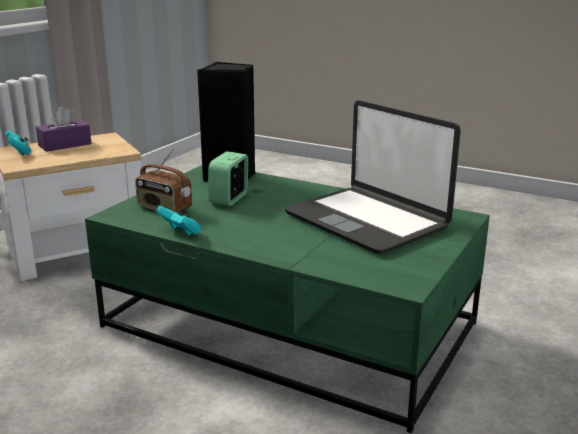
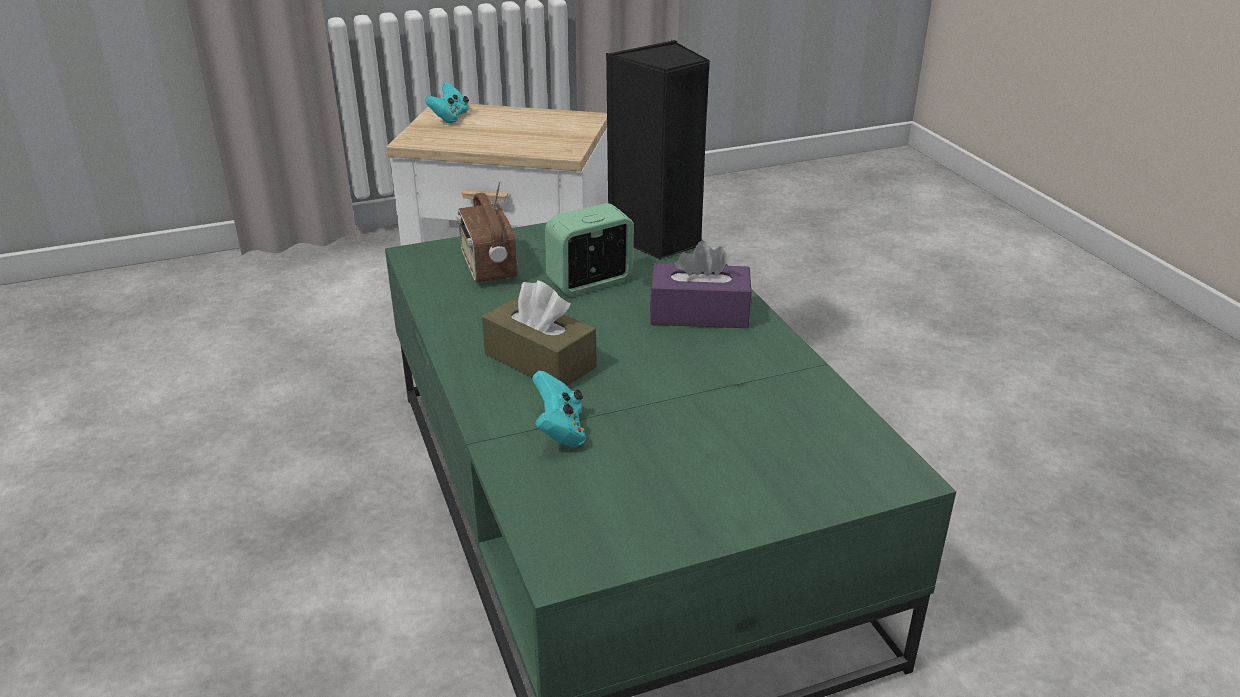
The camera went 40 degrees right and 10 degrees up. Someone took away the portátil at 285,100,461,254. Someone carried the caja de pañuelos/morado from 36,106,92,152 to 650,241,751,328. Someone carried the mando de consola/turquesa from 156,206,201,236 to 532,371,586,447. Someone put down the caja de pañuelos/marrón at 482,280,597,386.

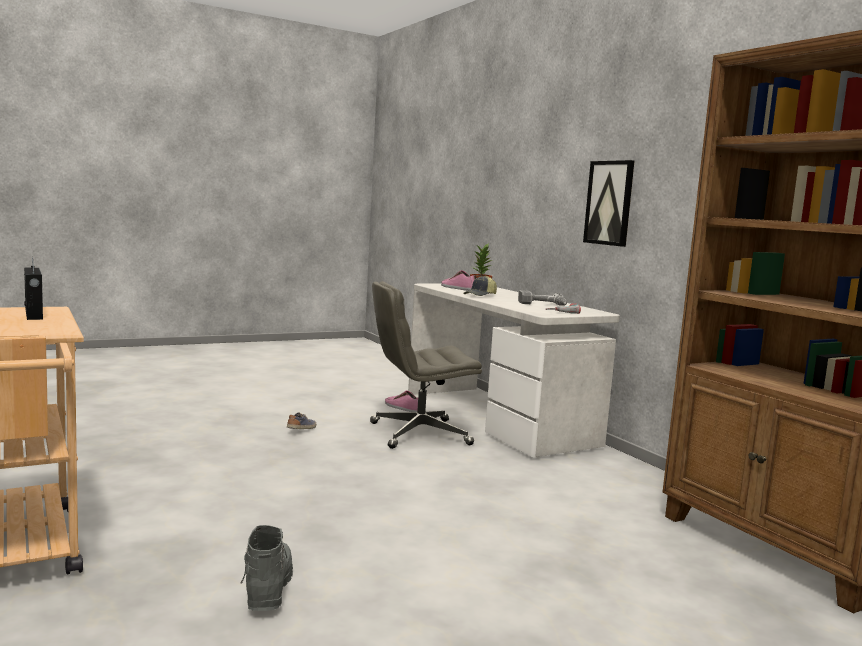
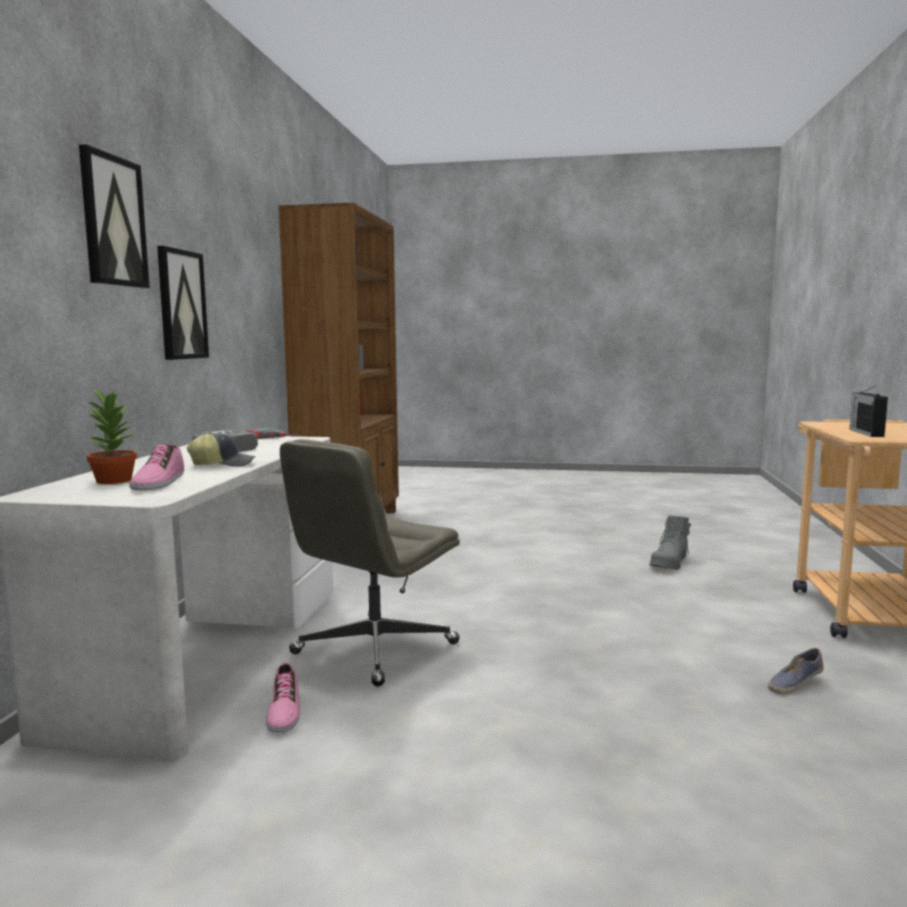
The camera went 140 degrees left and 0 degrees up. Someone rotated the silla de oficina/gris at 370,281,482,449 by 105 degrees clockwise. Someone carried the zapato from 287,412,316,429 to 768,648,824,695. Someone put up the cuadro at 79,144,150,288.

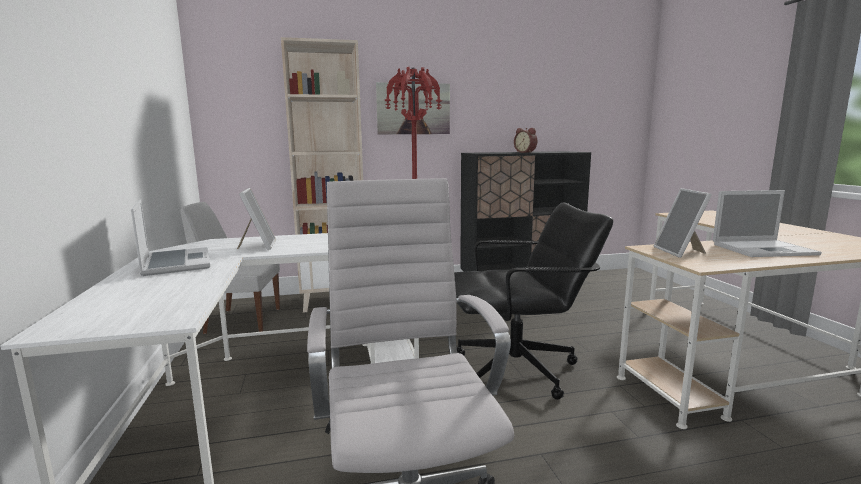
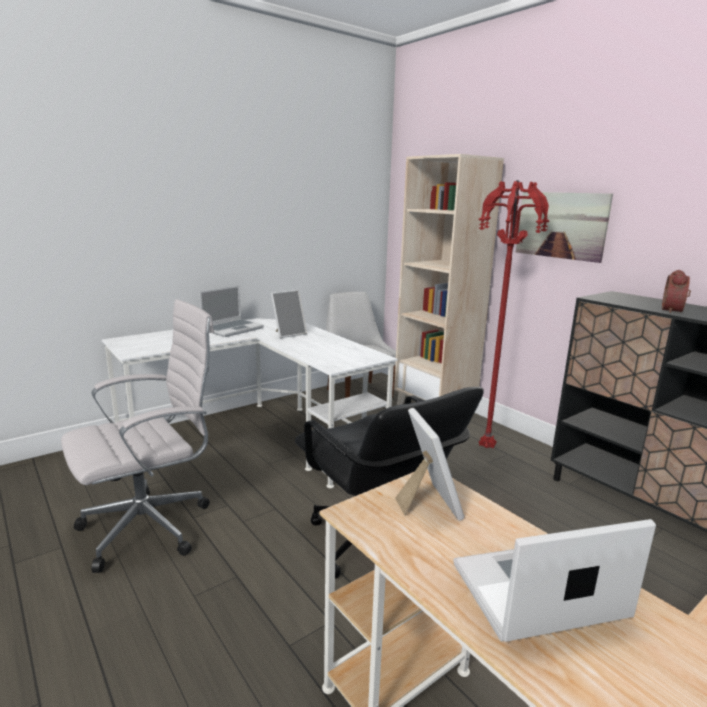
The camera went 65 degrees right and 5 degrees up. Someone rotated the portarretratos at 654,188,712,258 by 105 degrees clockwise. Someone rotated the portátil at 713,190,822,257 by 105 degrees clockwise.

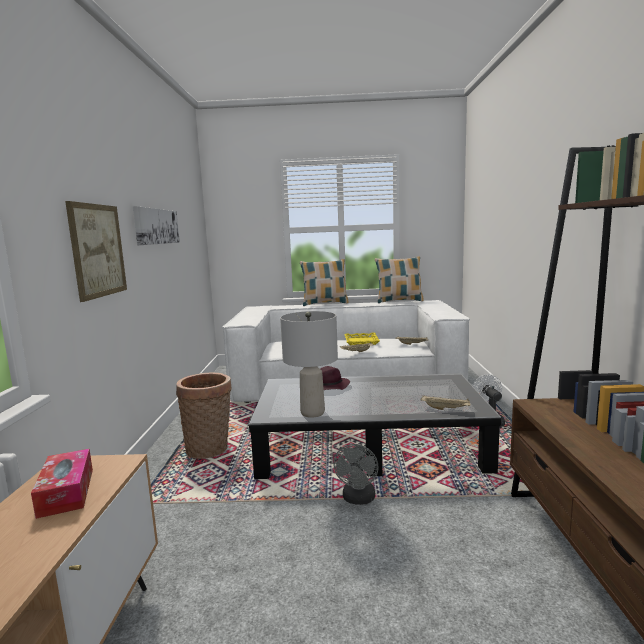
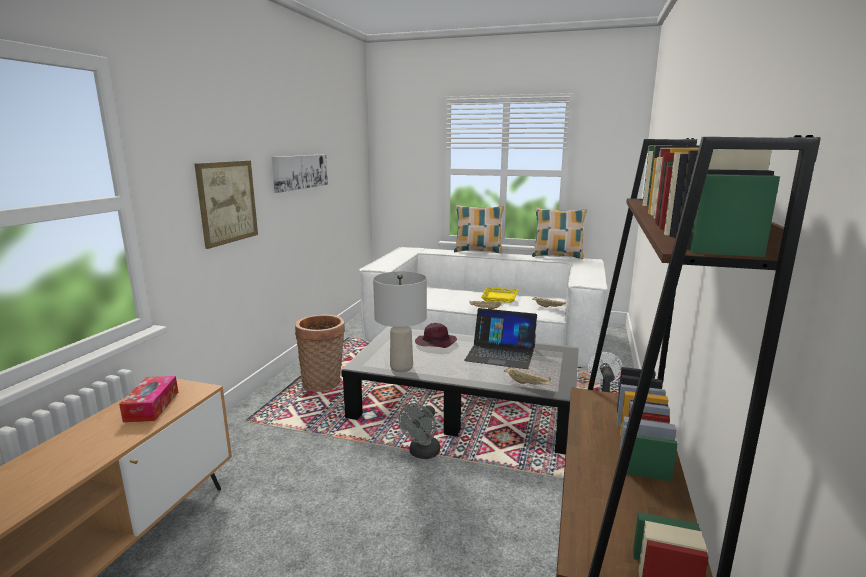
The camera went 15 degrees right and 5 degrees up. Someone put down the portátil at 464,308,537,369.

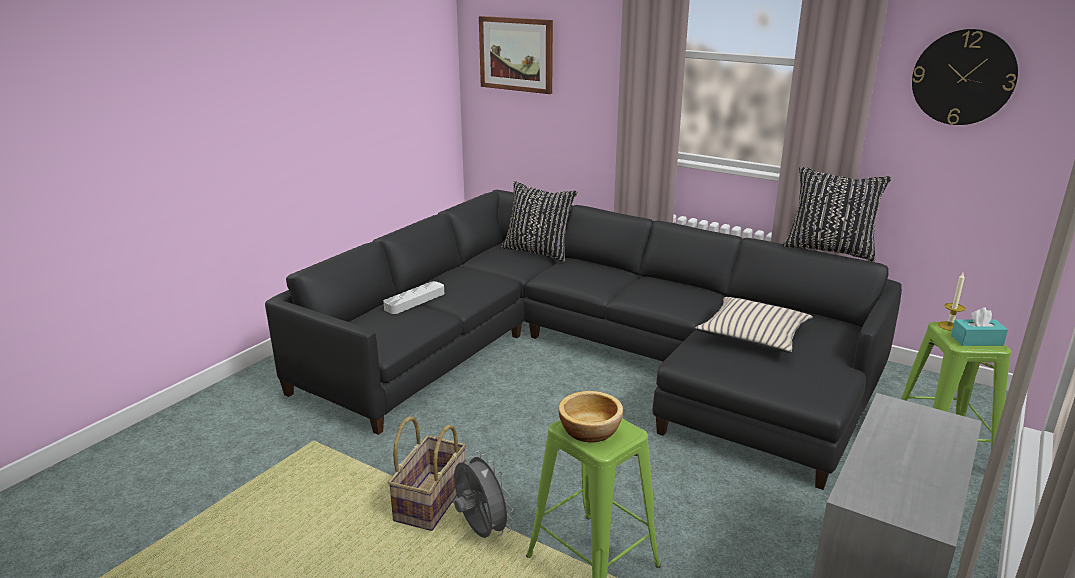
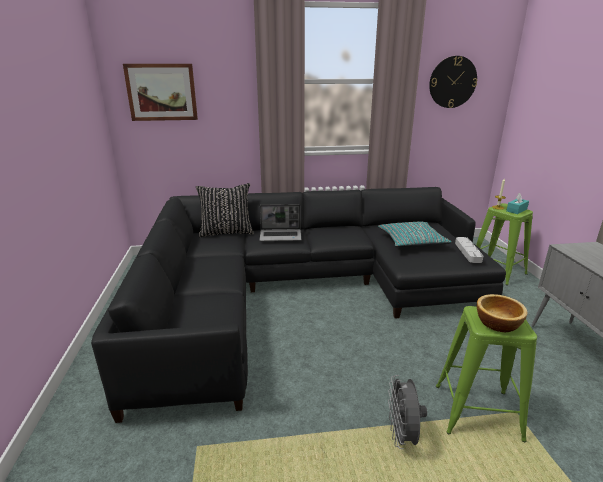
The camera went 40 degrees left and 0 degrees up. Someone took away the cojín/negro at 783,167,892,262. Someone carried the bandeja/gris from 383,281,444,314 to 455,237,483,263. Someone repainted the cojín/beis at 695,297,813,353, which became the cojín/turquesa at 378,221,452,247. Someone took away the cesta at 388,417,466,531. Someone rotated the ventilador/gris at 454,451,514,538 by 105 degrees counterclockwise. Someone put down the portátil at 259,204,302,241.

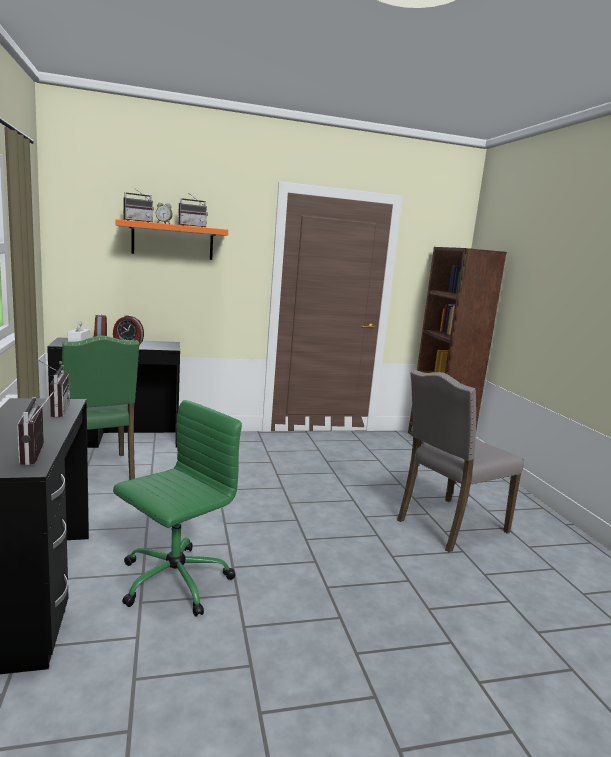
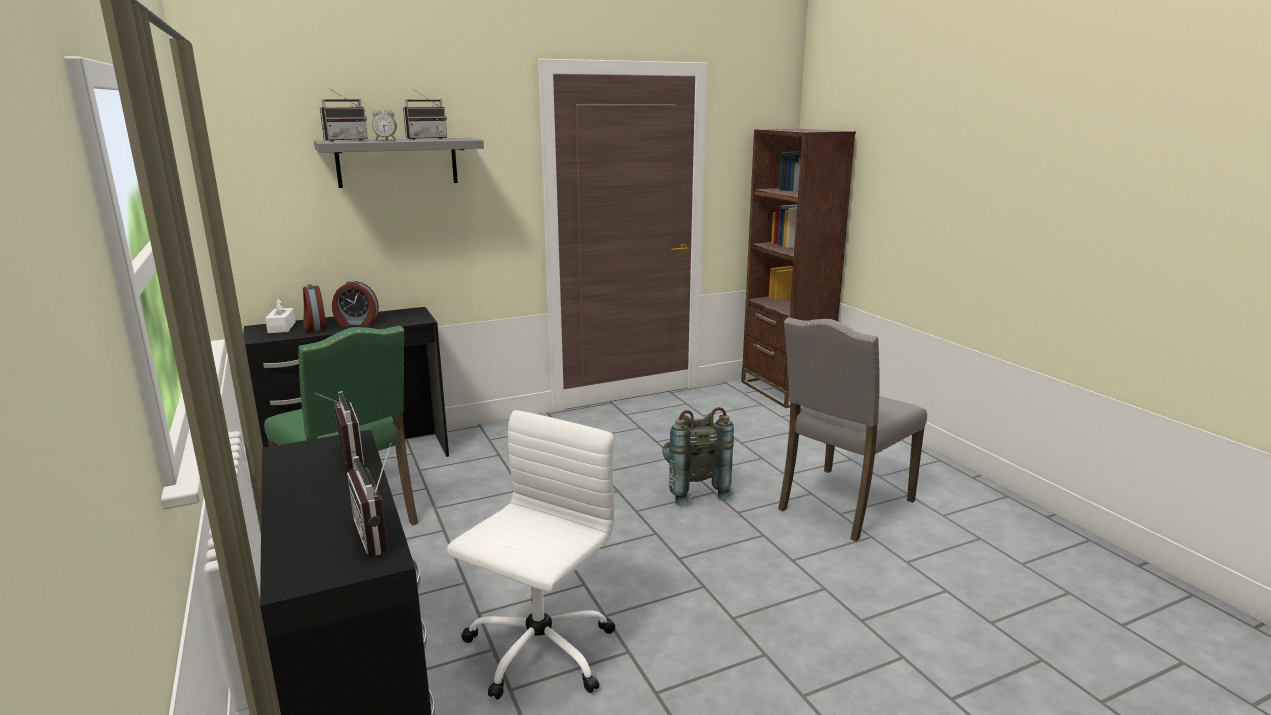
The camera went 10 degrees left and 5 degrees up. Someone repainted the estante/naranja at 115,219,228,260, which became the estante/gris at 314,138,484,188. Someone repainted the silla de oficina/verde at 113,400,242,617, which became the silla de oficina/blanco at 447,410,616,700. Someone put down the mochila/gris at 662,407,735,506.

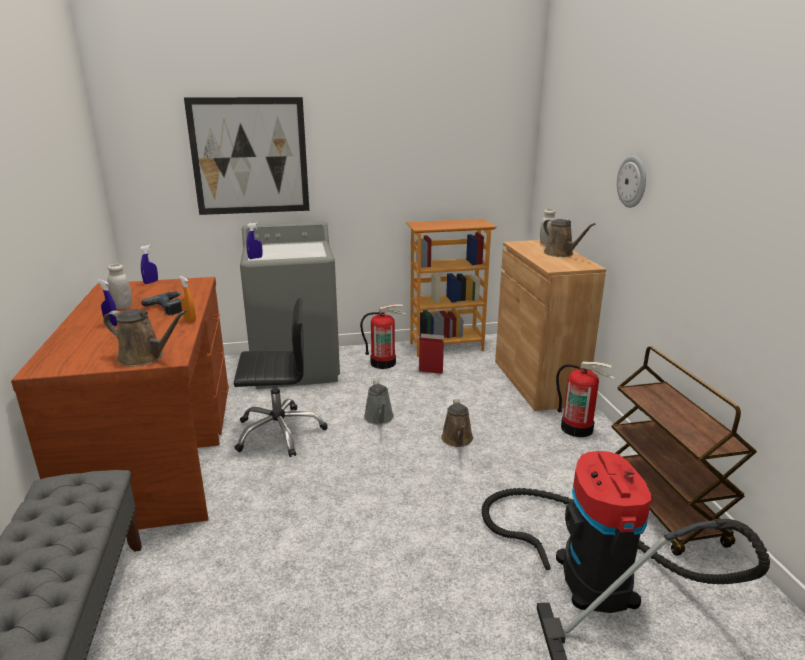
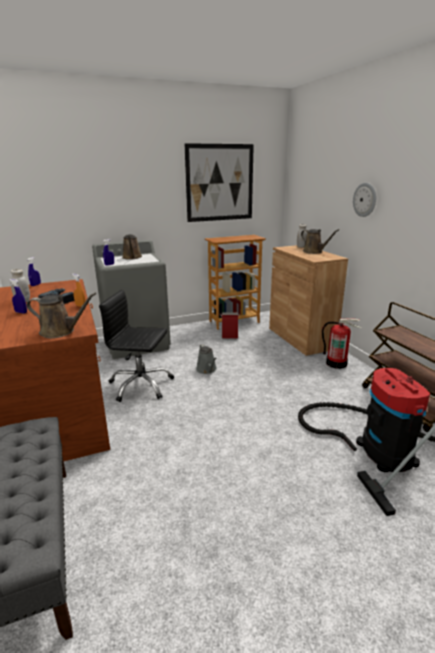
The camera went 10 degrees left and 0 degrees up. Someone carried the cuadro from 184,97,309,215 to 185,143,254,222. Someone rotated the silla de oficina/negro at 234,298,328,457 by 150 degrees counterclockwise. Someone took away the extintor at 360,304,406,369. Someone carried the regadera/marrón from 441,399,473,447 to 122,234,142,259.

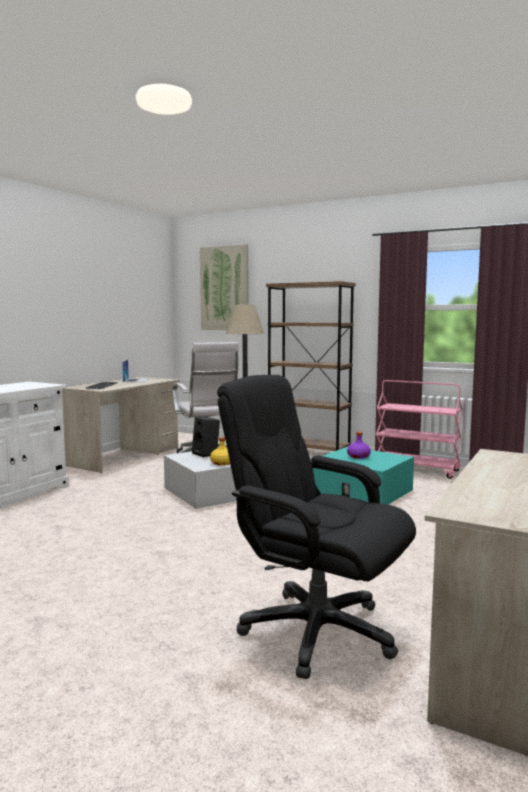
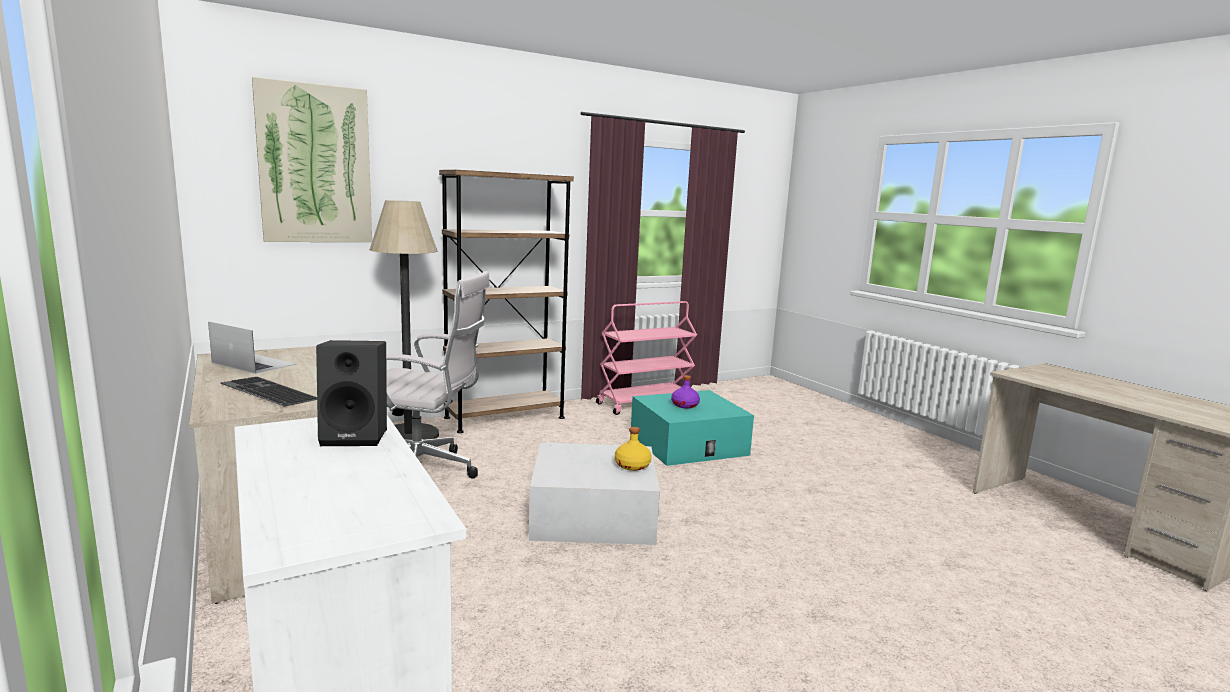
The camera went 60 degrees left and 5 degrees up. Someone took away the silla de oficina/negro at 217,375,416,679. Someone carried the altavoz/negro from 192,417,220,457 to 316,340,387,446.

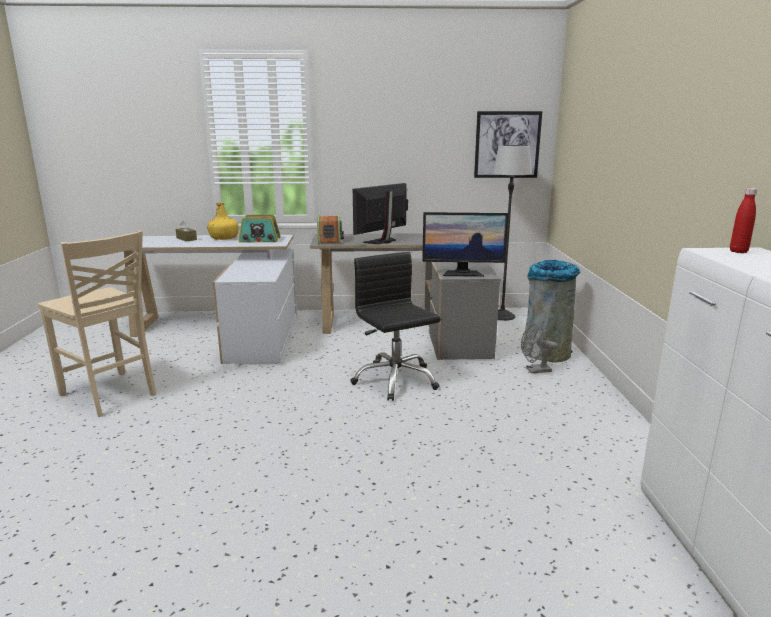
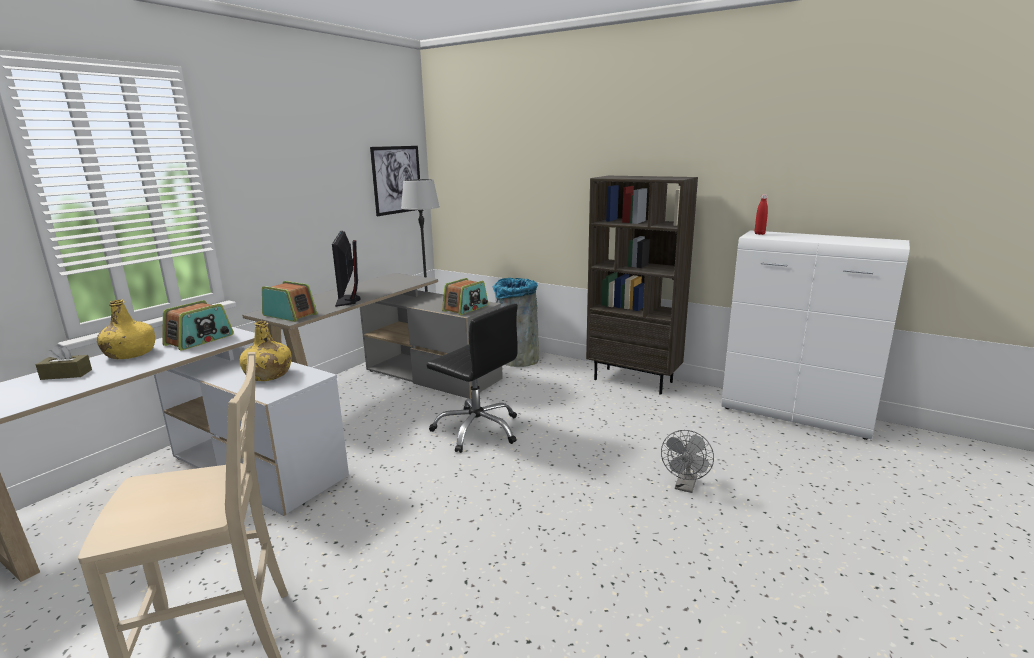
The camera went 55 degrees left and 0 degrees up. Someone swapped the monitor at 422,212,508,277 for the radio at 442,278,488,315. Someone rotated the silla de oficina/negro at 350,252,440,401 by 150 degrees counterclockwise. Someone carried the ventilador/gris from 521,324,557,373 to 661,430,714,493. Someone put down the estantería/marrón at 586,176,698,395. Someone put down the botella/amarillo at 240,321,291,381.

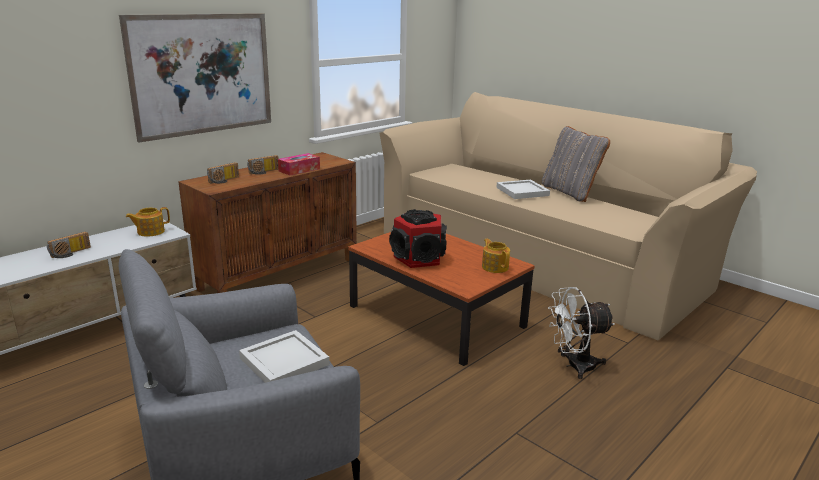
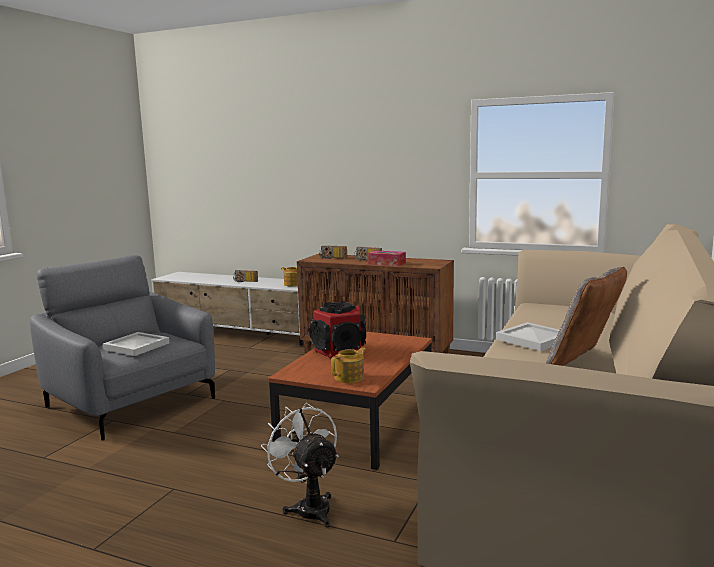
The camera went 70 degrees right and 10 degrees down. Someone took away the cuadro at 119,13,271,143.

